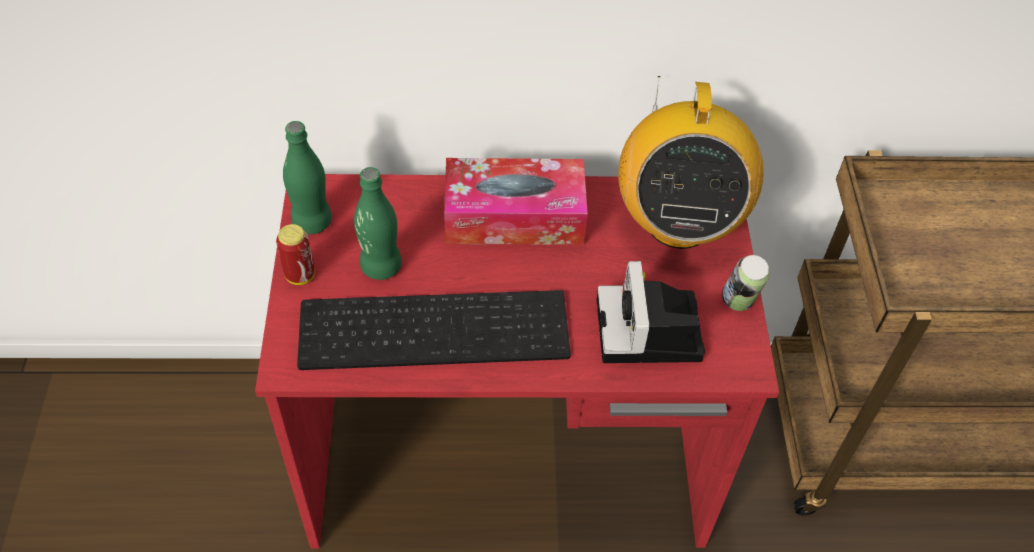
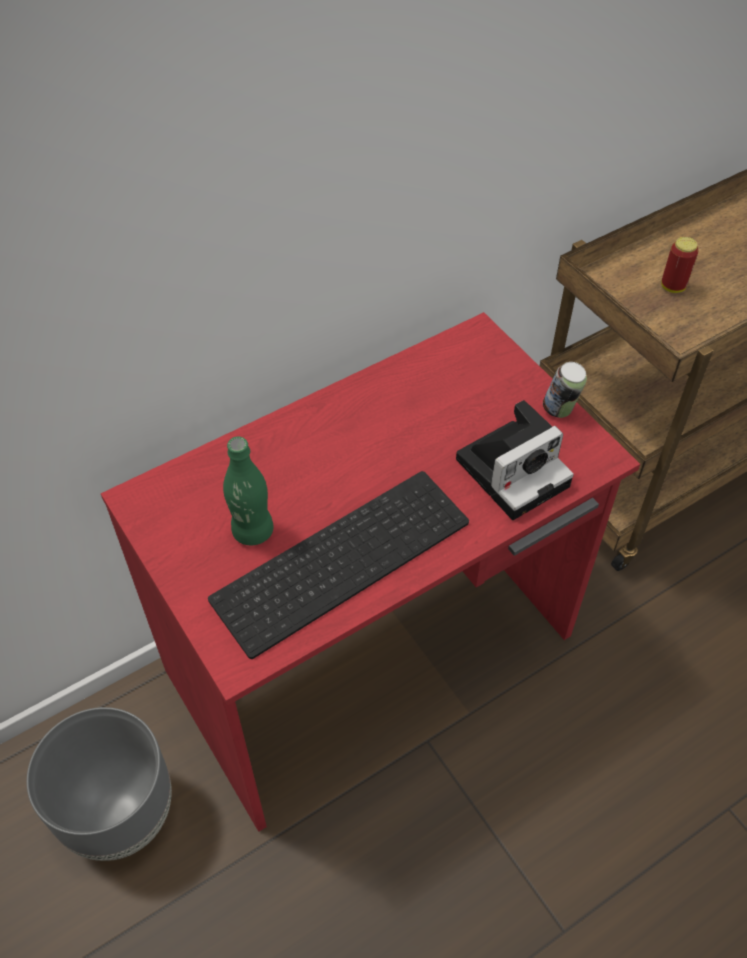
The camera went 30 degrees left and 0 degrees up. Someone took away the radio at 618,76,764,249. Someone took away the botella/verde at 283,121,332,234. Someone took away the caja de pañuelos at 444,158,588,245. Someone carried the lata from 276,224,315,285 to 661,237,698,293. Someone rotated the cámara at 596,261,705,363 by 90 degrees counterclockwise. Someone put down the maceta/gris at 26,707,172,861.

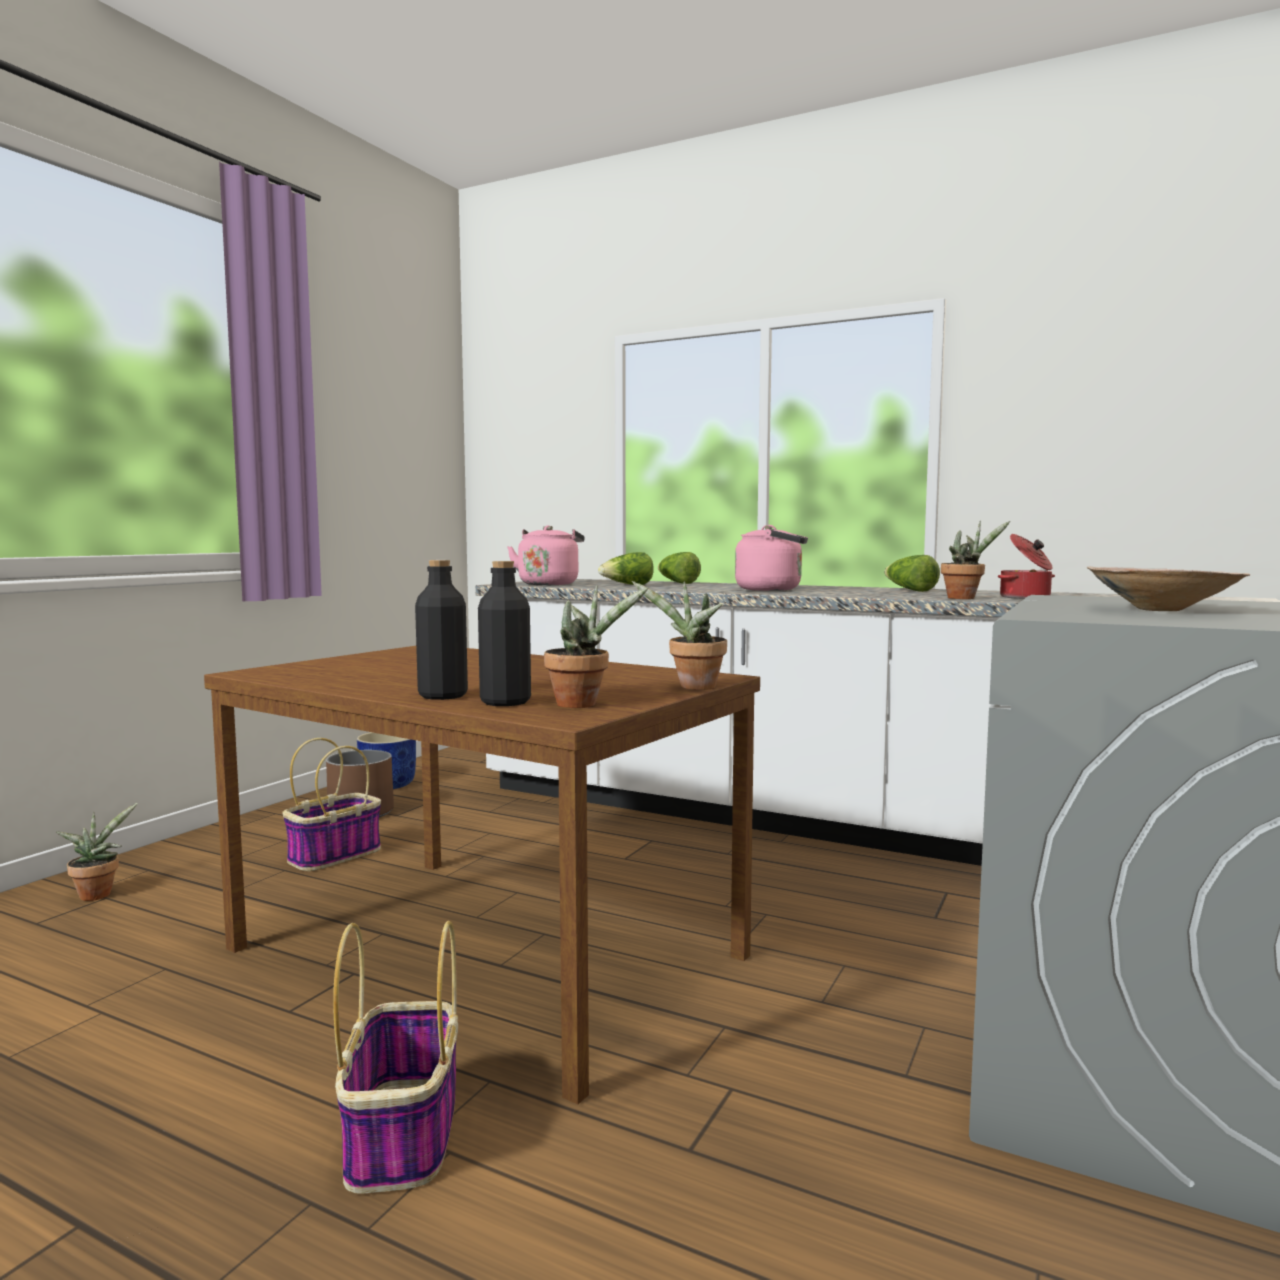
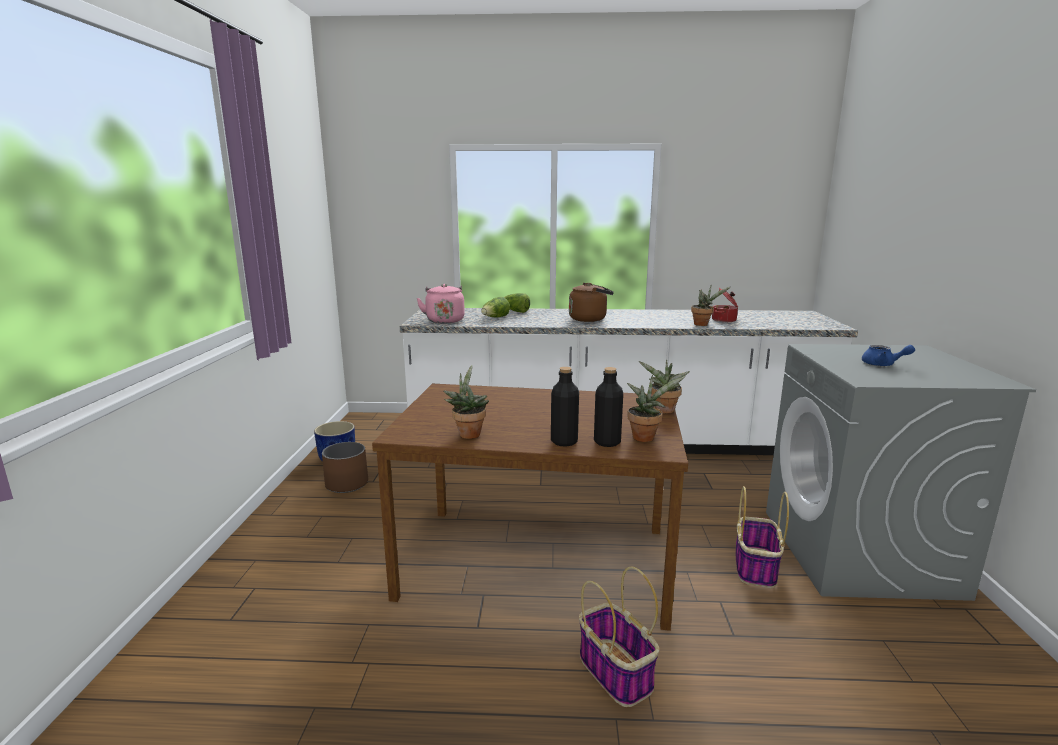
The camera went 25 degrees left and 10 degrees up. Someone repainted the hervidor/rosa at 735,525,808,591, which became the hervidor/marrón at 569,283,614,322. Someone took away the lechuga at 884,555,940,592. Someone swapped the cuenco/beis at 1087,567,1250,611 for the tetera/azul at 862,345,915,366. Someone carried the cesta from 282,738,381,871 to 736,486,789,588. Someone carried the planta en maceta from 56,803,138,901 to 443,365,489,439.

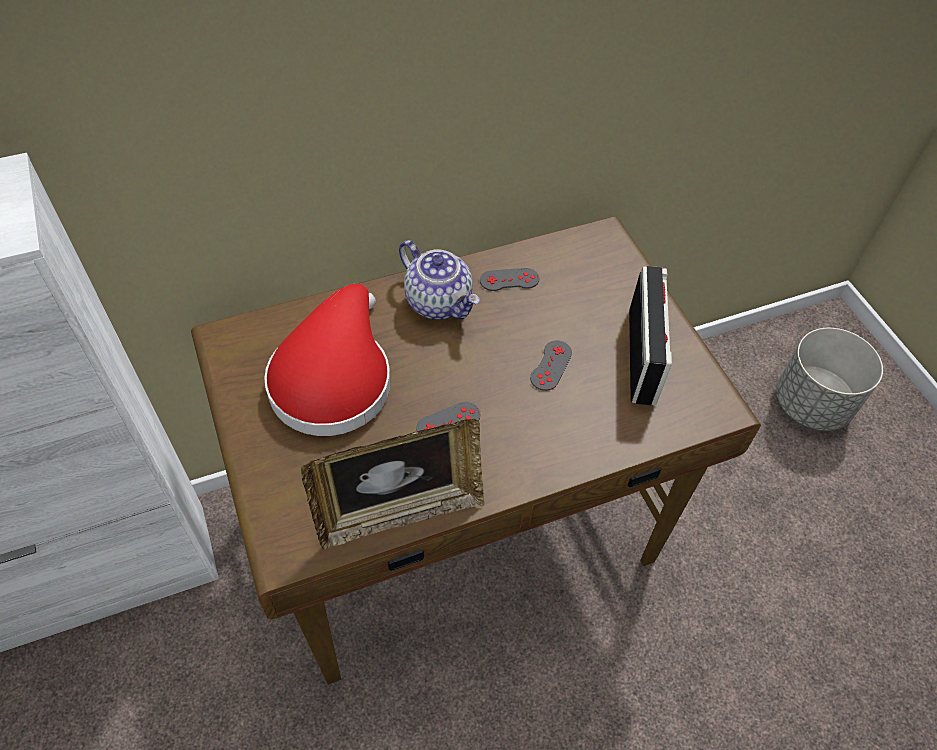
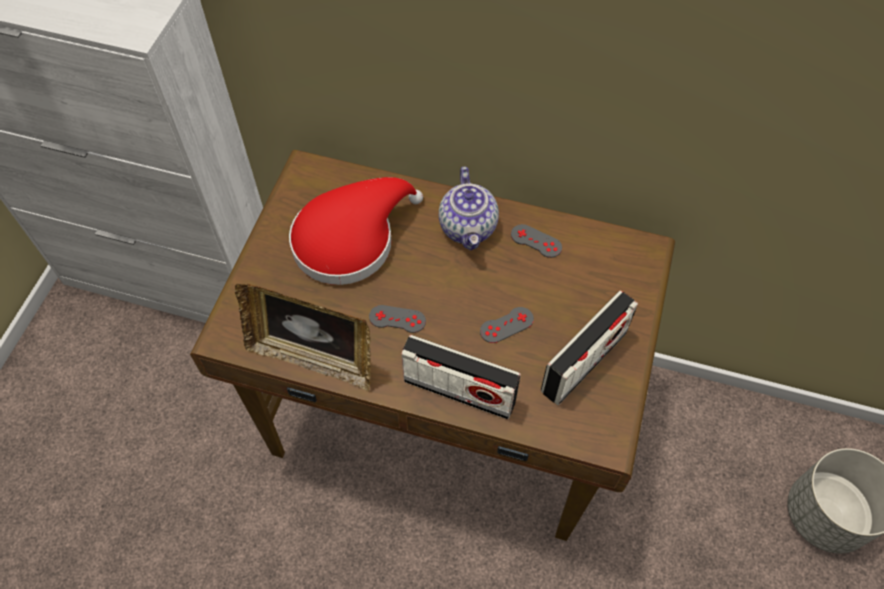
The camera went 40 degrees right and 5 degrees up. Someone put down the radio at 401,335,521,419.

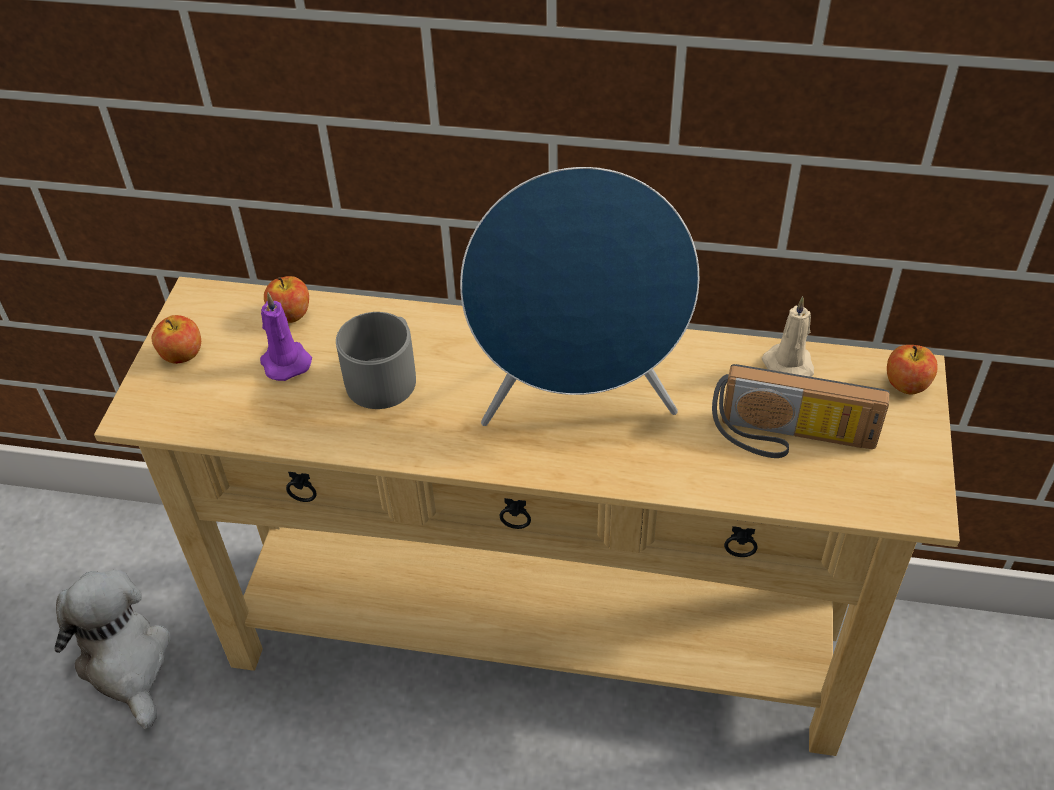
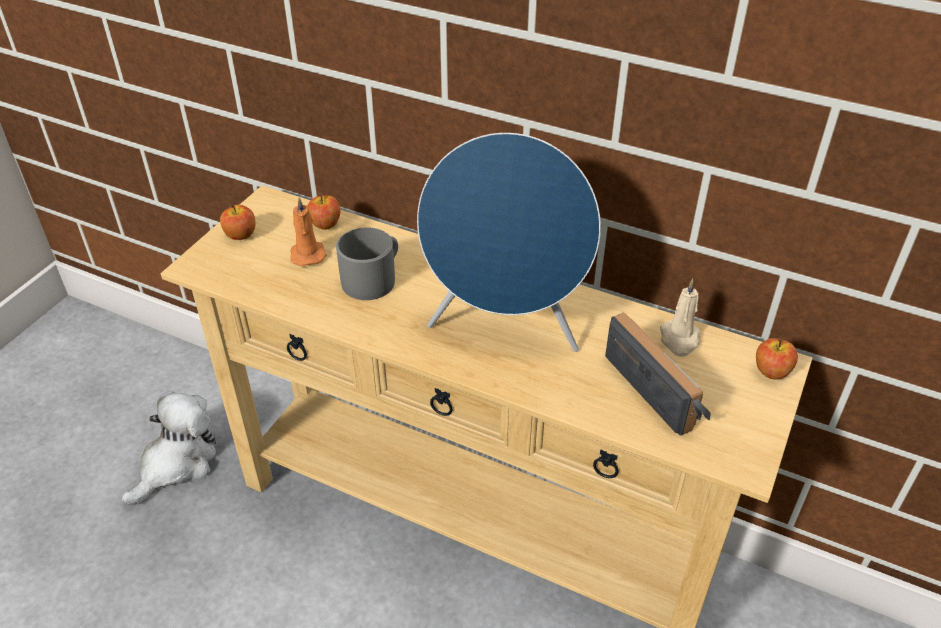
The camera went 15 degrees right and 5 degrees down. Someone repainted the vela/morado at 260,293,312,381, which became the vela/naranja at 290,197,327,266. Someone rotated the radio at 712,364,890,458 by 150 degrees counterclockwise. Someone rotated the peluche at 54,570,171,729 by 45 degrees clockwise.

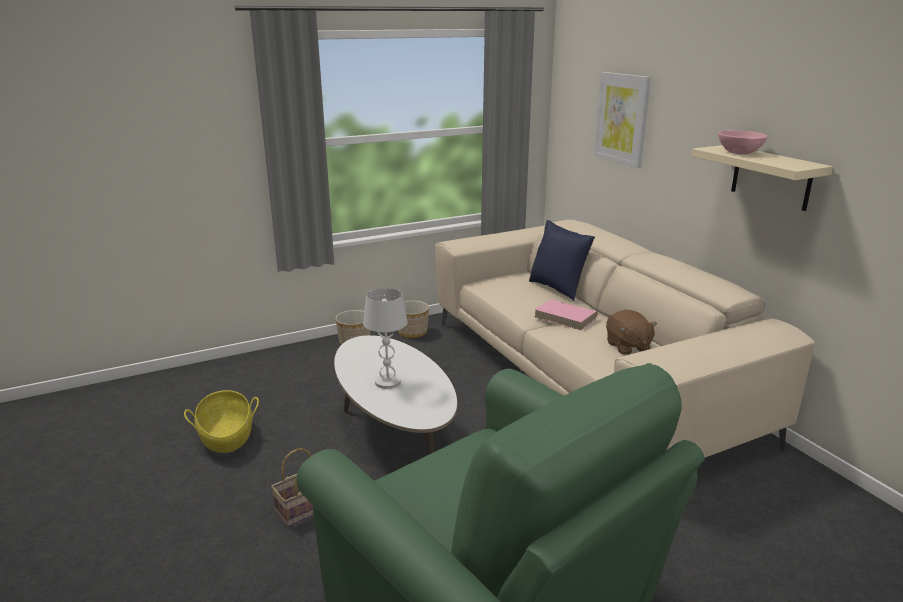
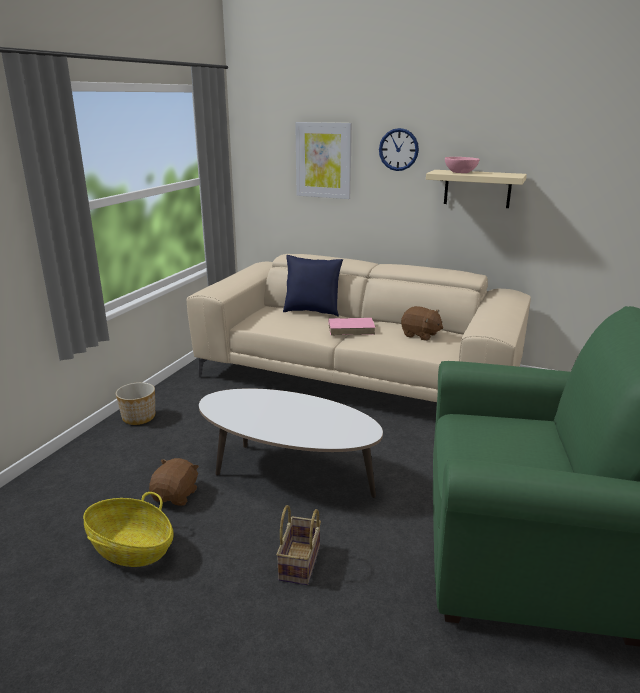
The camera went 40 degrees left and 0 degrees up. Someone took away the lámpara de mesa/blanco at 363,288,408,389. Someone took away the maceta at 398,301,429,338. Someone put up the reloj de pared at 379,128,419,171. Someone put down the peluche/marrón at 149,458,199,506.

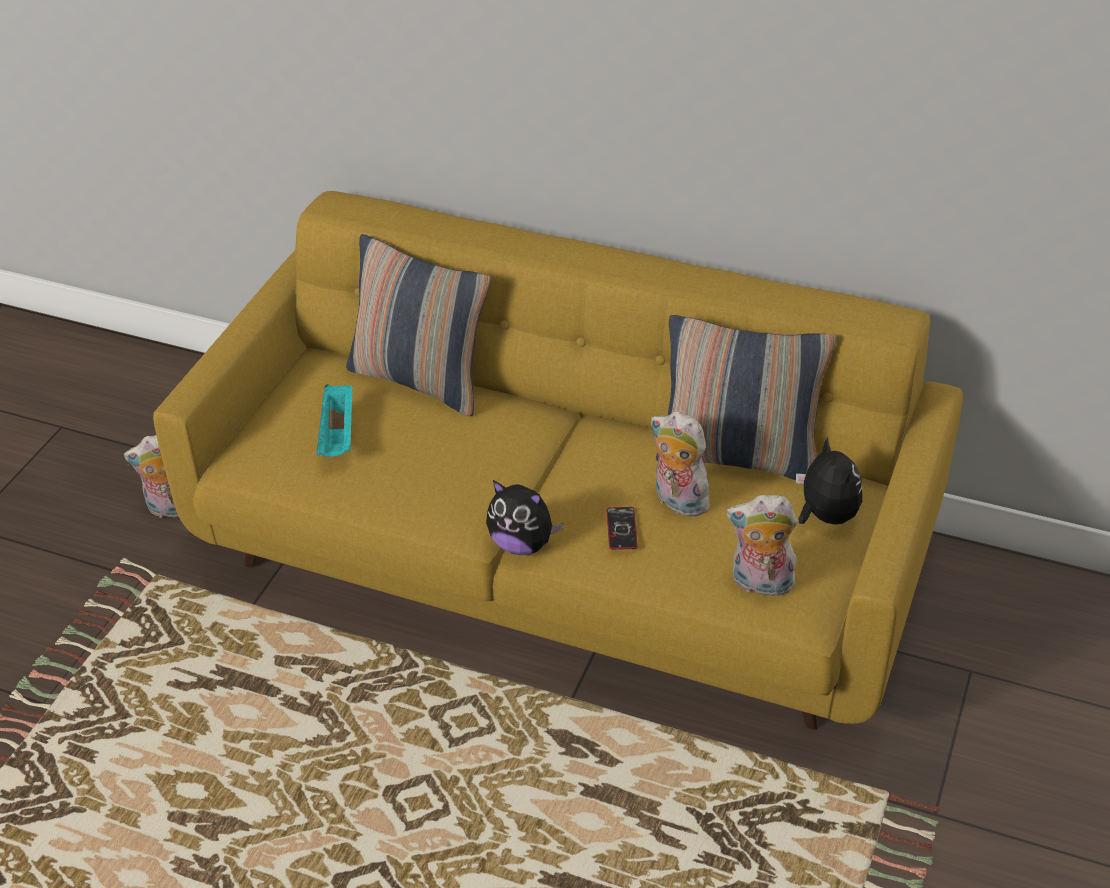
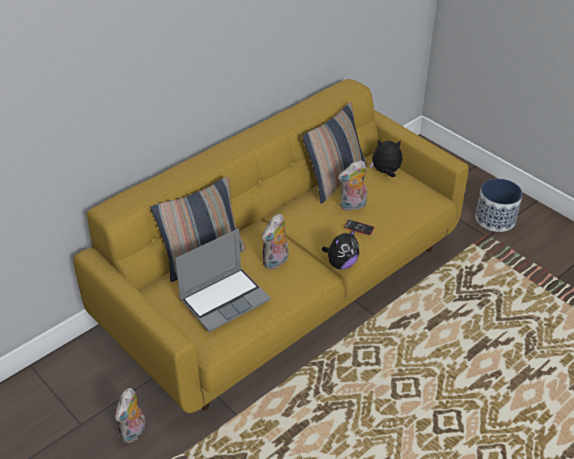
The camera went 65 degrees left and 0 degrees up. Someone swapped the bandeja/turquesa at 316,384,352,457 for the portátil at 175,229,271,332. Someone carried the peluche from 726,495,798,596 to 262,214,289,269. Someone put down the maceta at 475,179,523,232.

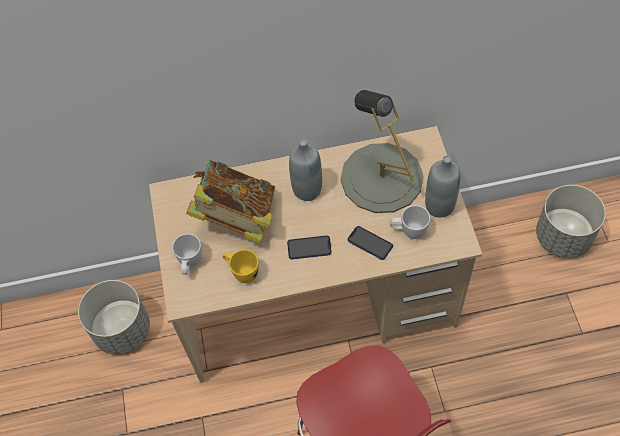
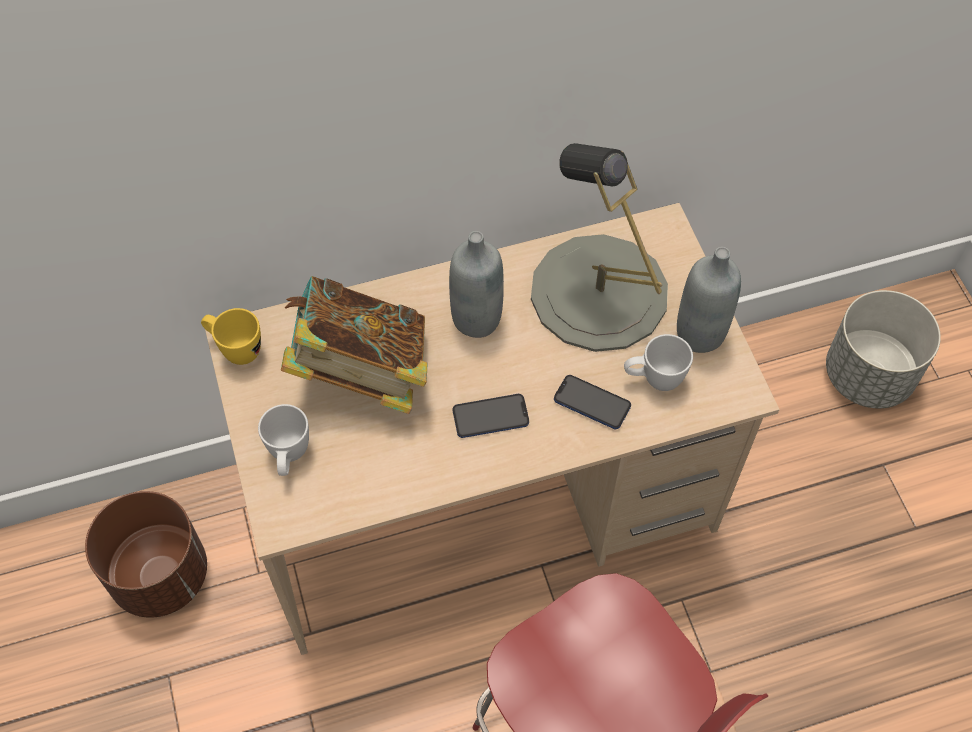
The camera went 10 degrees left and 0 degrees up. Someone carried the taza grande/amarillo from 223,249,259,283 to 201,308,261,365. Someone repainted the maceta/gris at 78,280,150,355, which became the maceta/marrón at 85,491,207,618.

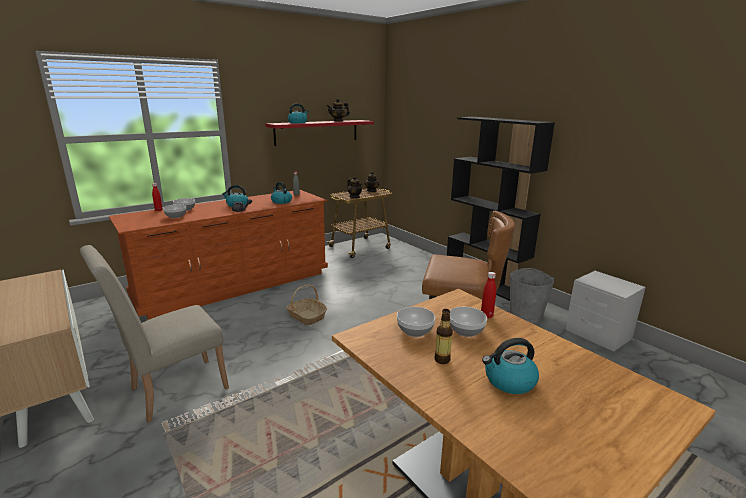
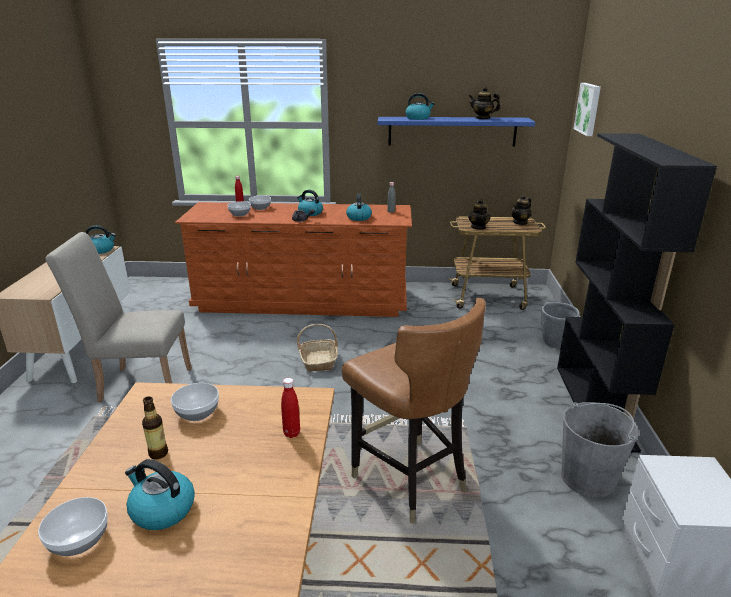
The camera went 40 degrees right and 5 degrees up. Someone repainted the estante/rojo at 265,120,374,146, which became the estante/azul at 378,117,535,147. Someone carried the cuenco from 450,307,487,337 to 38,497,108,556. Someone put up the cuadro at 573,83,601,136. Someone put down the hervidor at 85,225,116,254. Someone put down the maceta/gris at 541,302,580,348.

